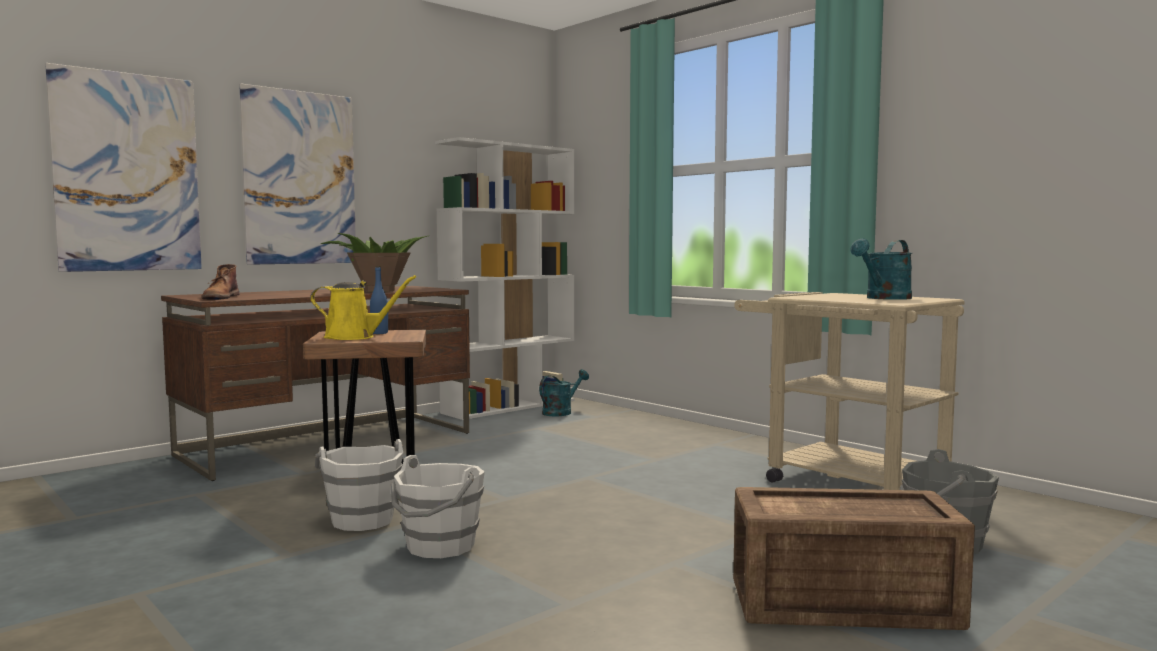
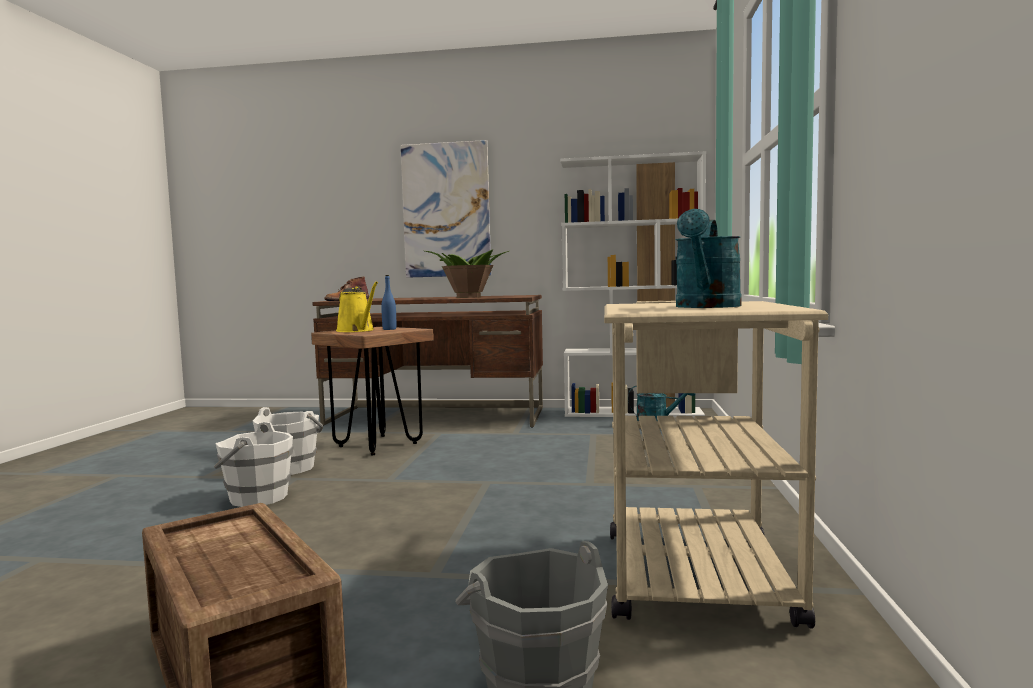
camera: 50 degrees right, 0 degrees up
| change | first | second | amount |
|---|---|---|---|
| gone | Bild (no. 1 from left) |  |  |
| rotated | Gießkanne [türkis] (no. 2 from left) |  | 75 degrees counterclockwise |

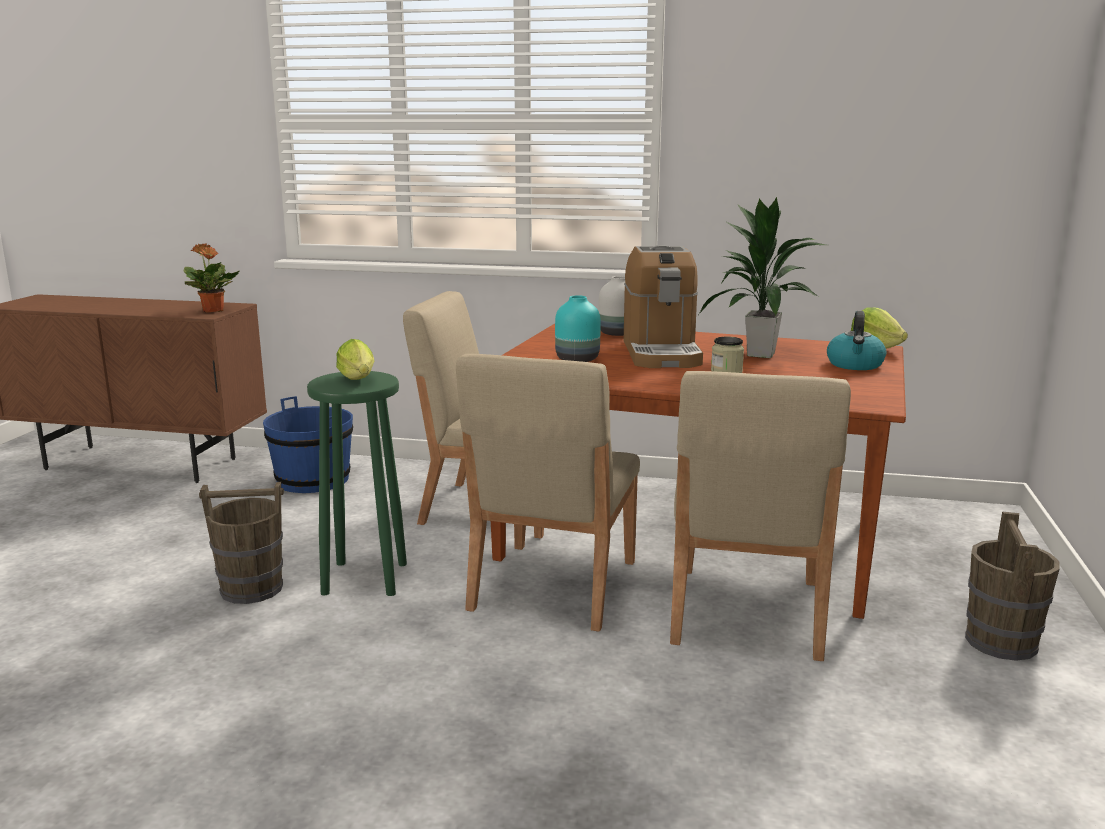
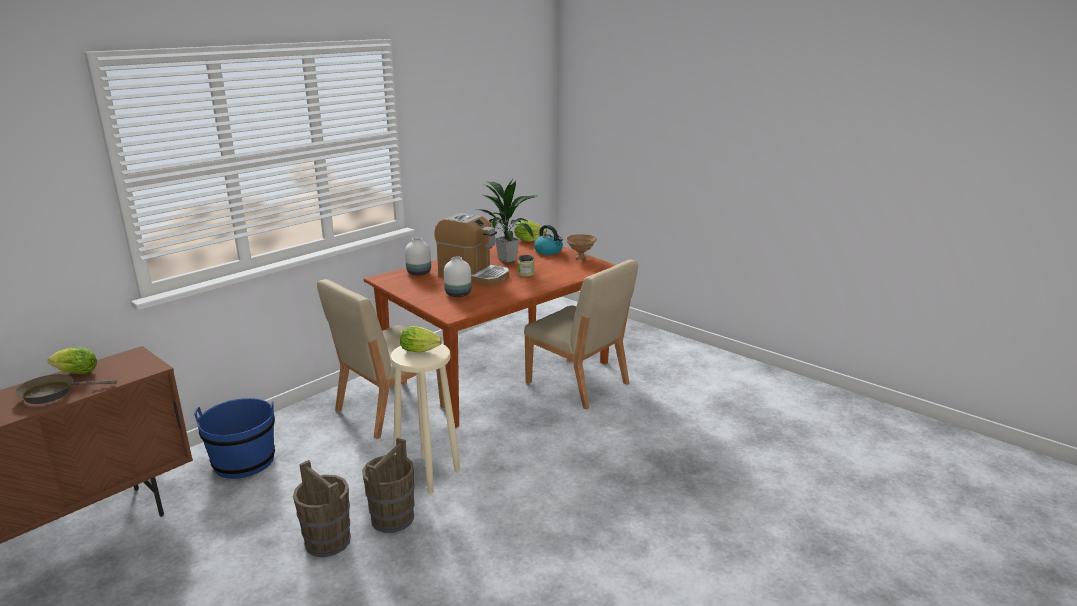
camera: 60 degrees left, 5 degrees up
| change | first | second | amount |
|---|---|---|---|
| gone | Topfpflanze (no. 1 from left) |  |  |
| gone | Stuhl [beige] (no. 2 from left) |  |  |
| new |  | Pfanne [braun] |  |
| new |  | Salatkopf (no. 1 from left) |  |
| new |  | Schüssel [braun] |  |
| shifted | Eimer [braun] (no. 2 from left in the first image) | Eimer [braun] (no. 1 from left) |  |
| repainted | Hocker [grün] | Hocker [beige] |  |
| repainted | Vase [türkis] | Vase [weiß] (no. 2 from left) |  |

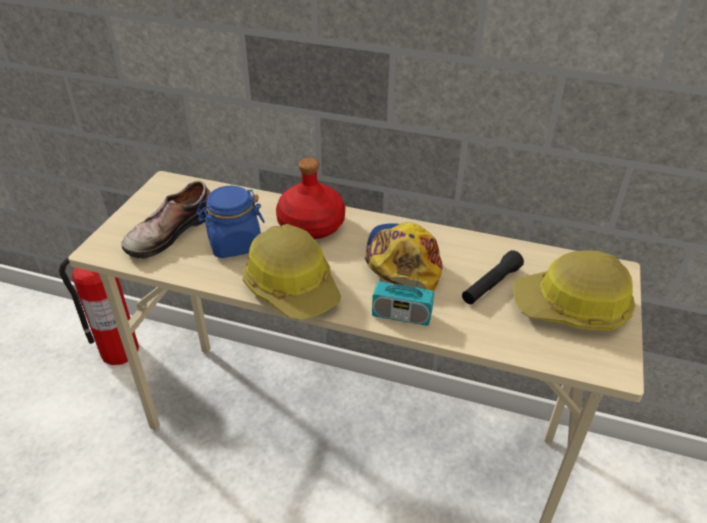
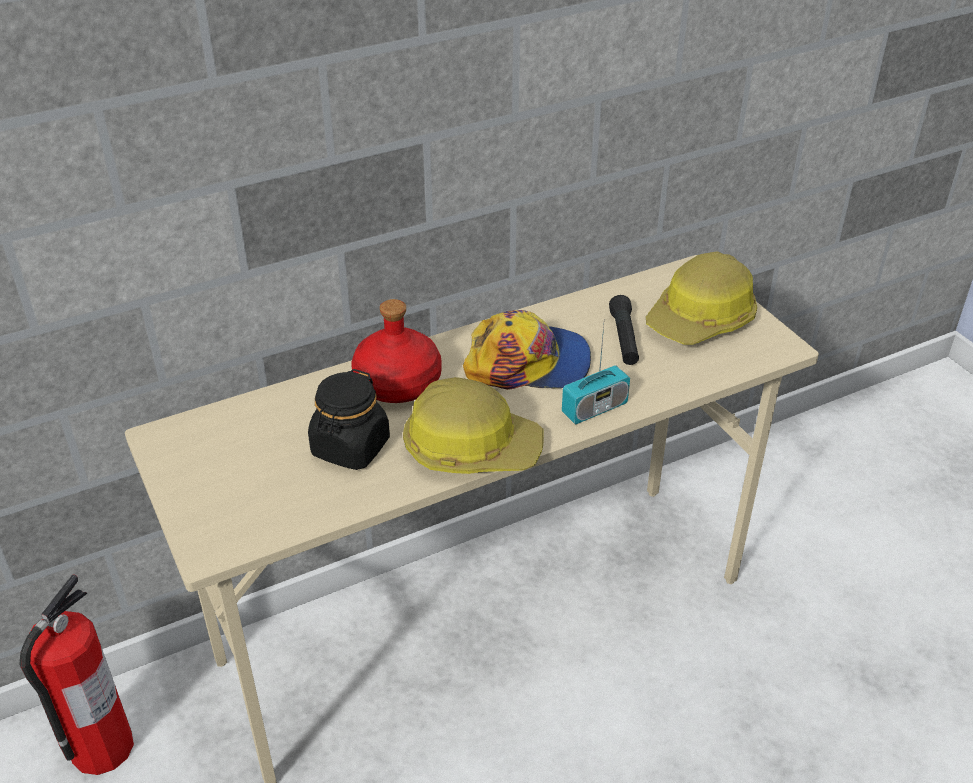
camera: 45 degrees left, 0 degrees up
| change | first | second | amount |
|---|---|---|---|
| gone | Schuh |  |  |
| repainted | Vorratsglas [blau] | Vorratsglas [schwarz] |  |
| rotated | Kappe |  | 135 degrees clockwise |

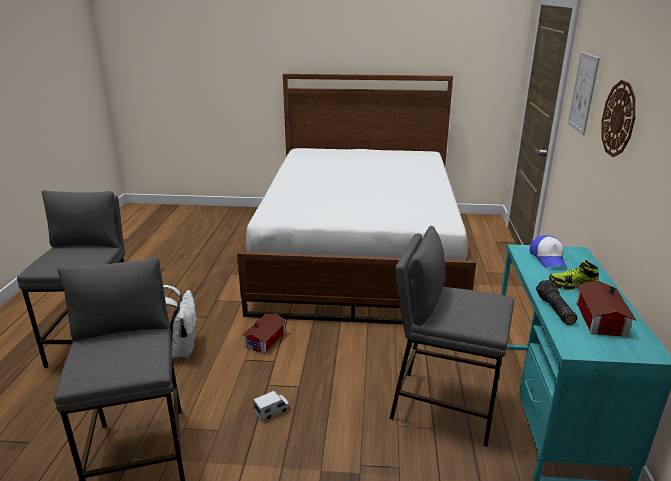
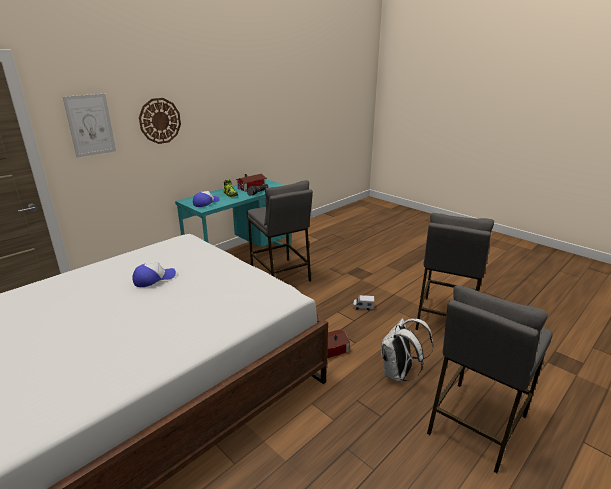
camera: 140 degrees left, 0 degrees up
| change | first | second | amount |
|---|---|---|---|
| new |  | Kappe (no. 1 from left) |  |

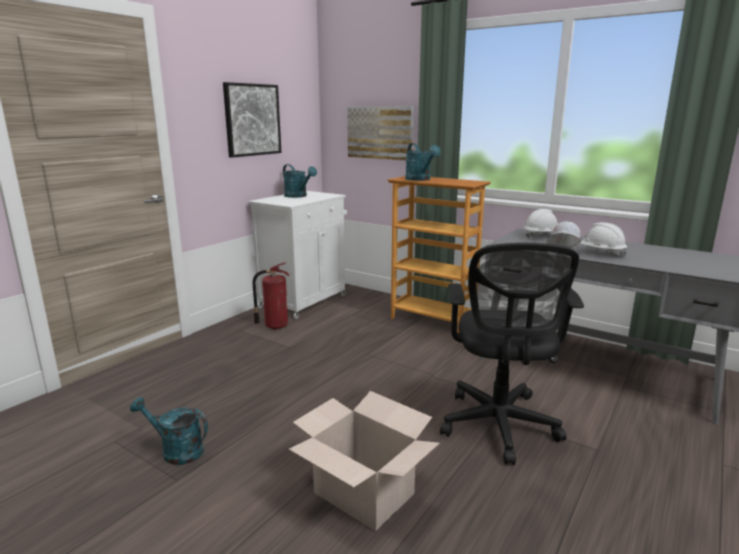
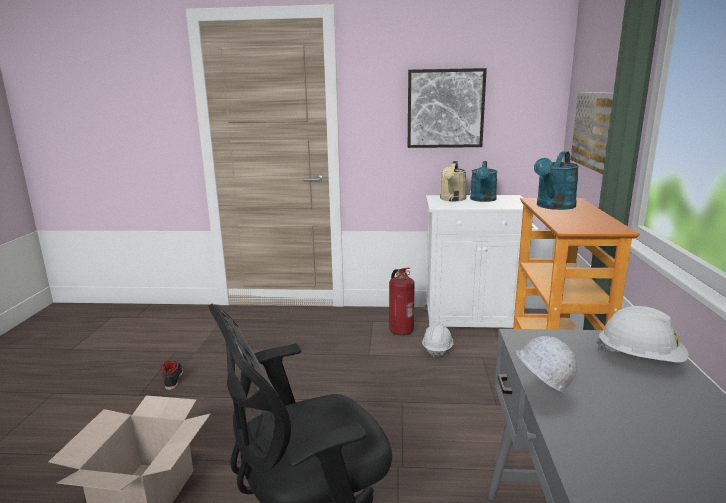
camera: 60 degrees right, 0 degrees up
| change | first | second | amount |
|---|---|---|---|
| new |  | Gießkanne [beige] |  |
| shifted | Schutzhelm [weiß] (no. 3 from left in the first image) | Schutzhelm [weiß] (no. 1 from left) |  |
| swapped | Gießkanne [türkis] (no. 1 from left) | Schuh [schwarz] |  |

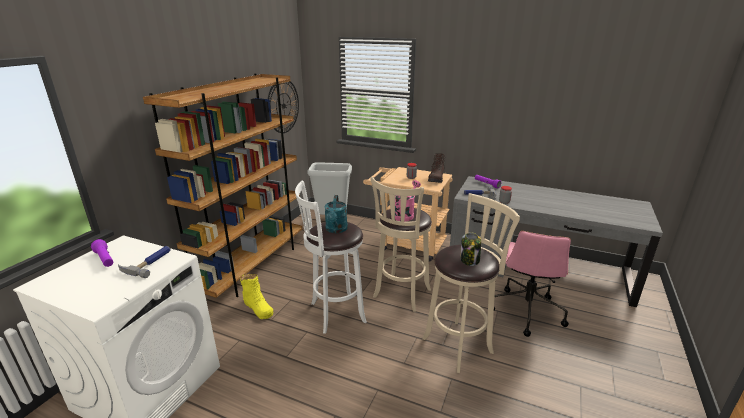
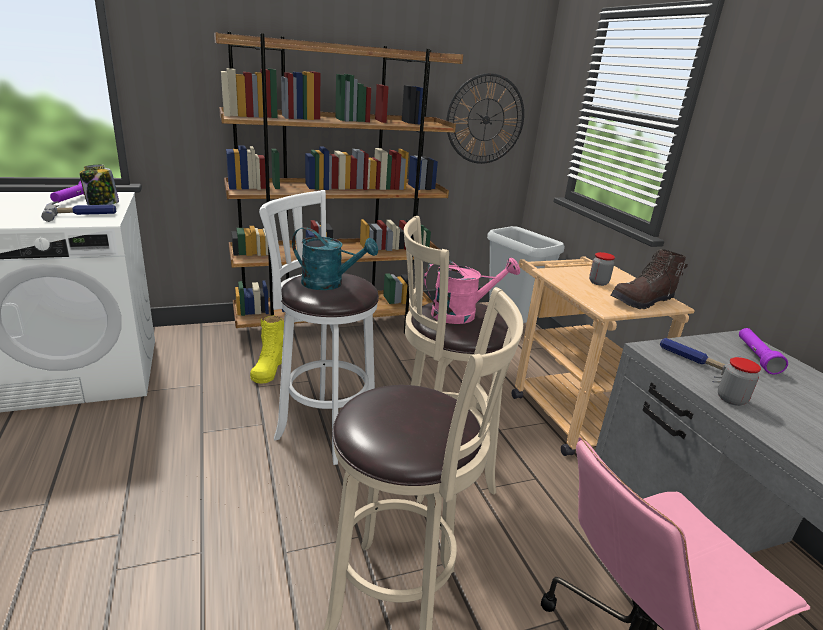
camera: 45 degrees right, 0 degrees up
| change | first | second | amount |
|---|---|---|---|
| shifted | Vorratsglas (no. 2 from left in the first image) | Vorratsglas (no. 1 from left) |  |
| rotated | Gießkanne [türkis] |  | 120 degrees counterclockwise |

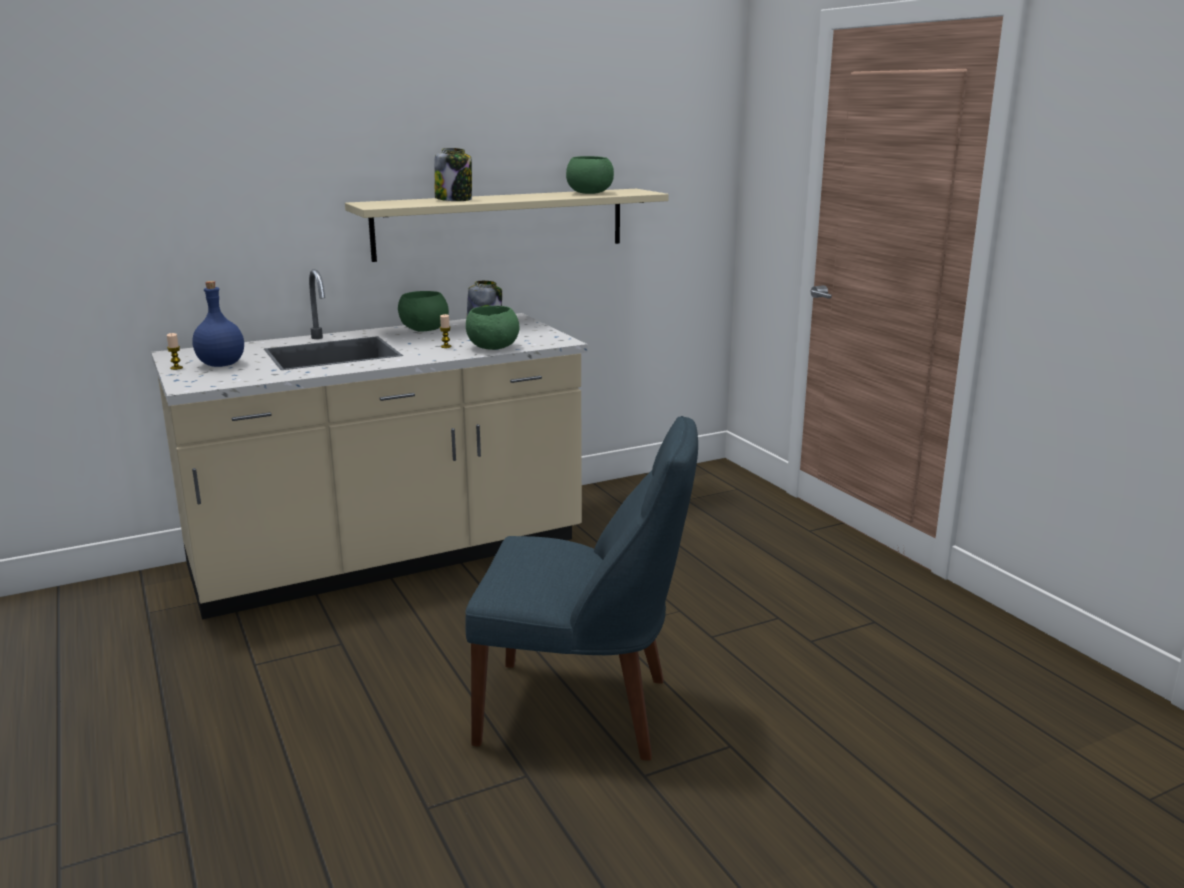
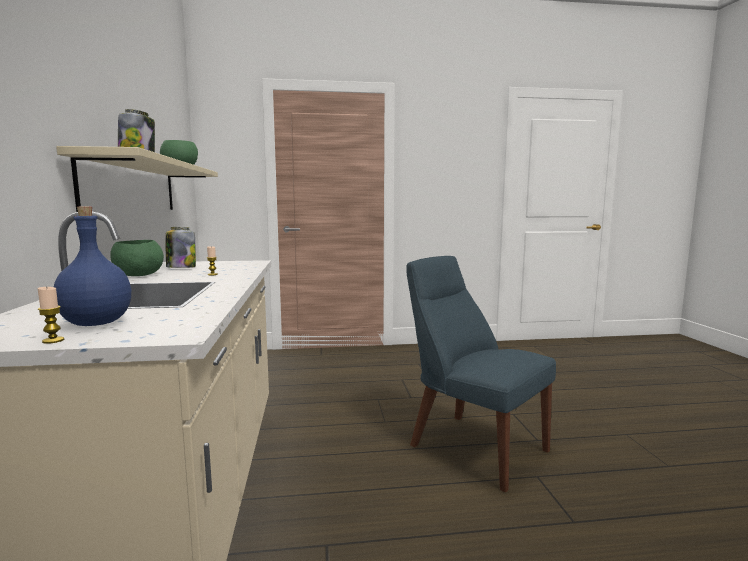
camera: 70 degrees left, 10 degrees down
| change | first | second | amount |
|---|---|---|---|
| gone | Schüssel [grün] (no. 2 from left) |  |  |
| rotated | Stuhl [blau] |  | 75 degrees counterclockwise |

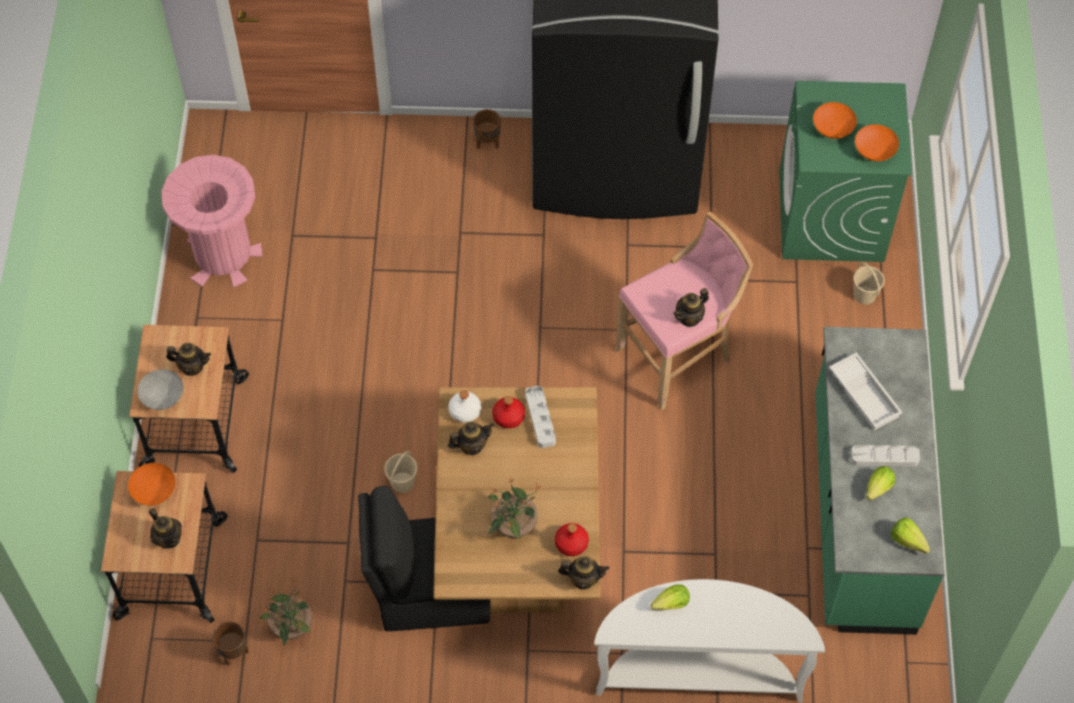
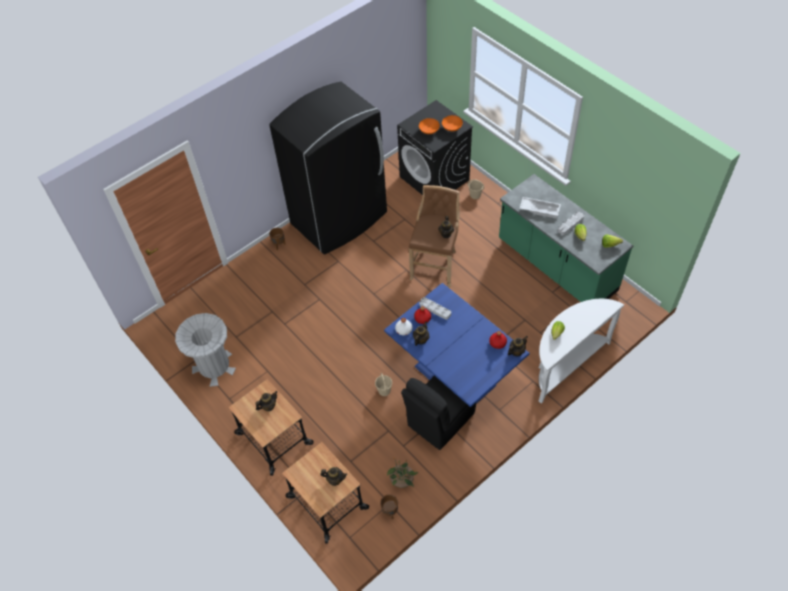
camera: 40 degrees left, 5 degrees down
| change | first | second | amount |
|---|---|---|---|
| gone | Schüssel [orange] (no. 1 from left) |  |  |
| gone | Schüssel [grau] |  |  |
| gone | Topfpflanze (no. 2 from left) |  |  |
| repainted | Mülleimer [rosa] | Mülleimer [grau] |  |
| repainted | Esstisch [braun] | Esstisch [blau] |  |
| repainted | Hocker [rosa] | Hocker [braun] |  |
| repainted | Waschmaschine [grün] | Waschmaschine [schwarz] |  |

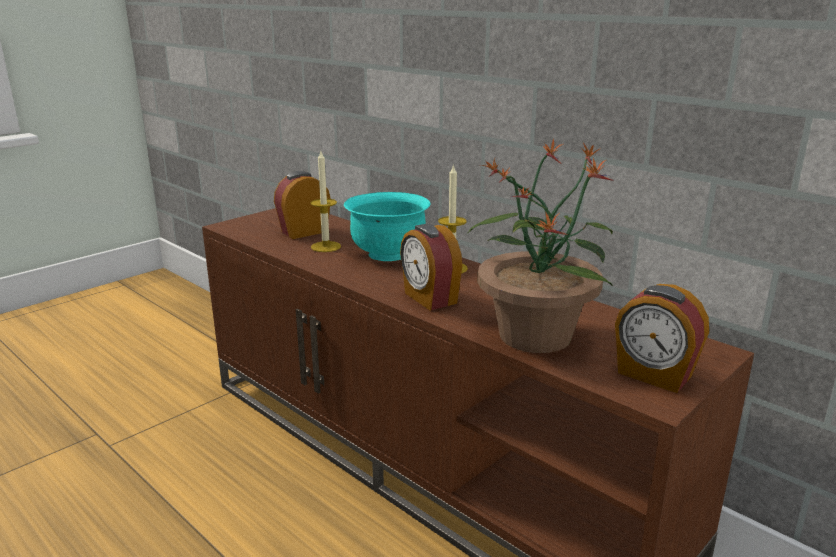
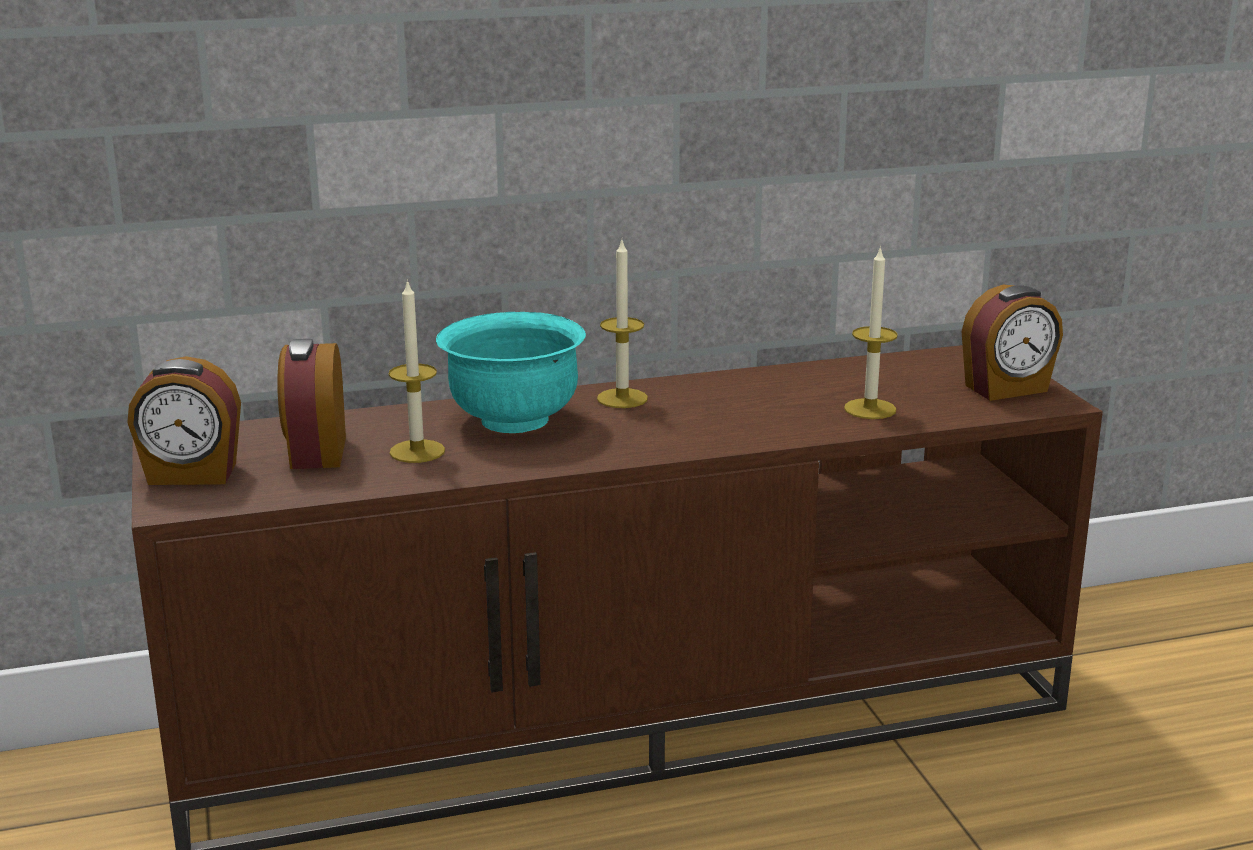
camera: 60 degrees left, 0 degrees up
| change | first | second | amount |
|---|---|---|---|
| shifted | Wecker (no. 2 from left in the first image) | Wecker (no. 1 from left) |  |
| swapped | Topfpflanze | Kerze (no. 3 from left) |  |

